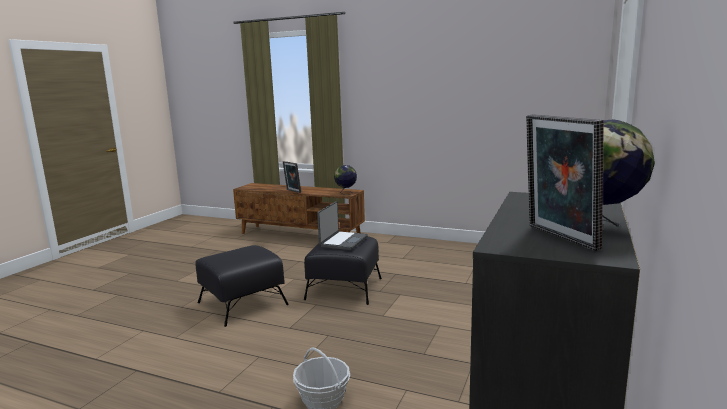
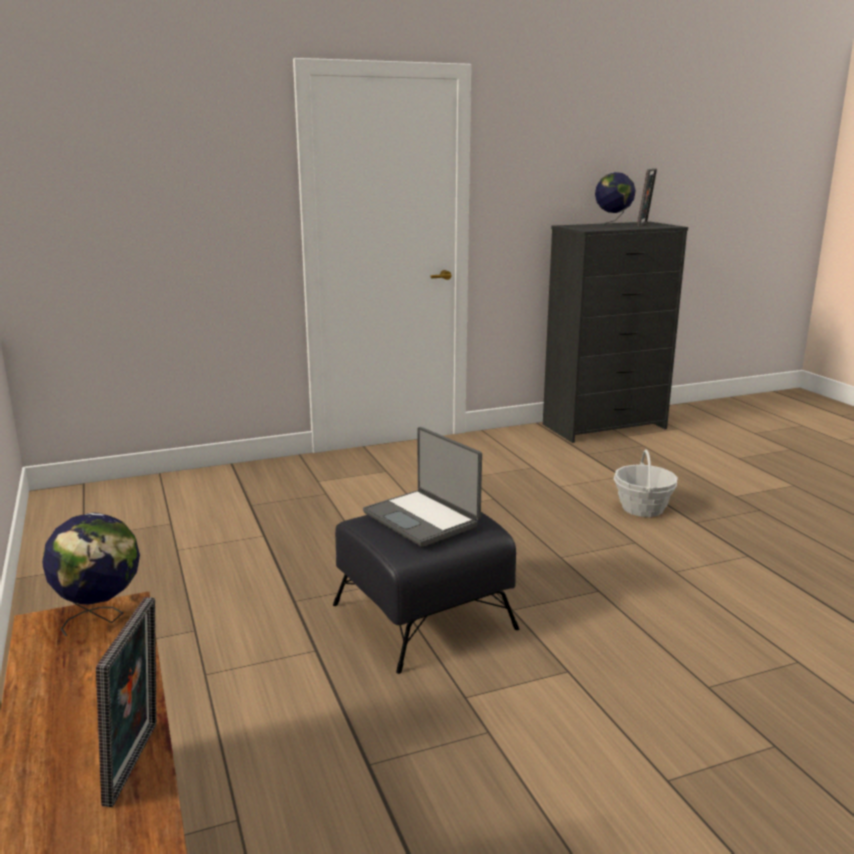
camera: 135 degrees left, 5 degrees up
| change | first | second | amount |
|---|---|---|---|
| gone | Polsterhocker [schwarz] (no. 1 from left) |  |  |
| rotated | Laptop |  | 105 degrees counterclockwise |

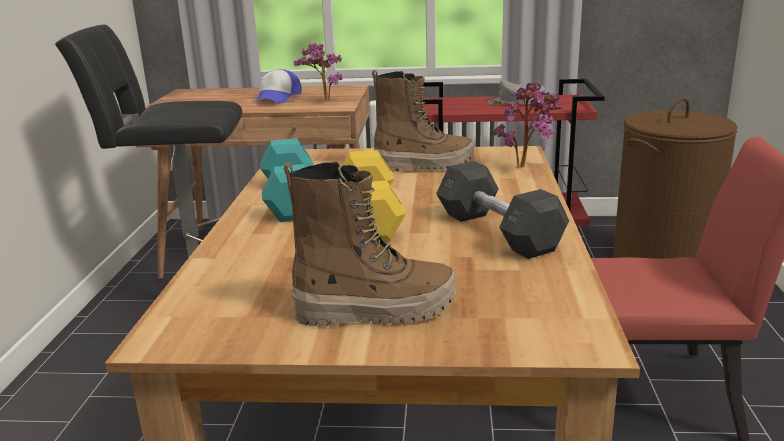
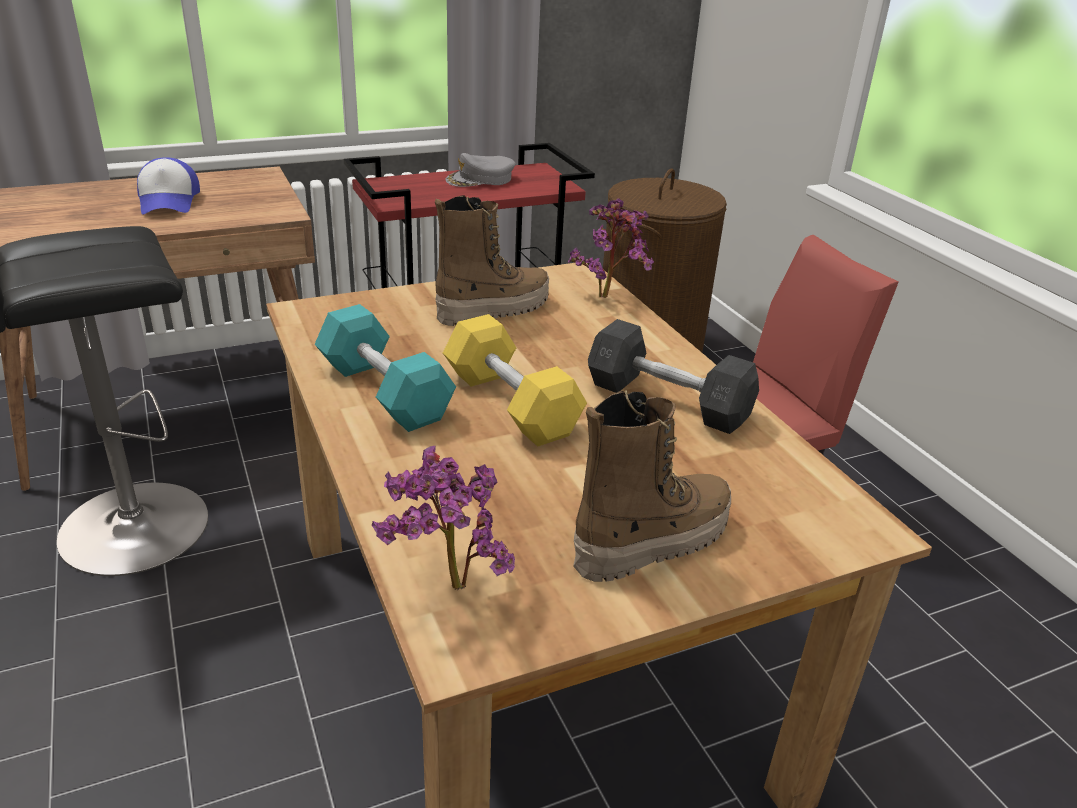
camera: 30 degrees left, 10 degrees up
| change | first | second | amount |
|---|---|---|---|
| shifted | Topfpflanze (no. 1 from left) |  |  |

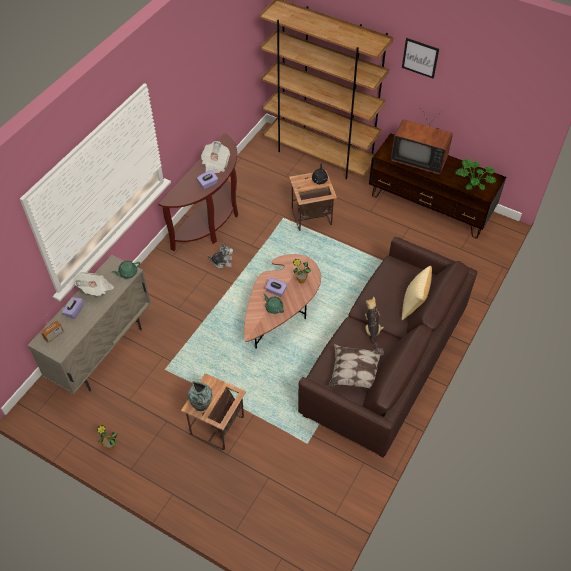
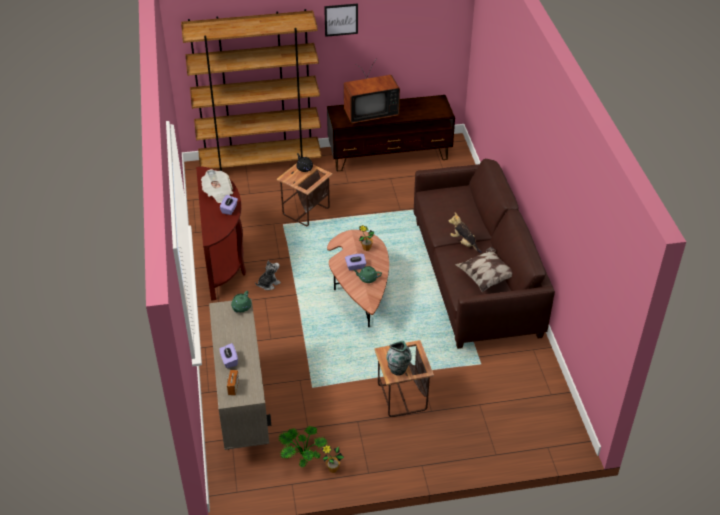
camera: 40 degrees left, 10 degrees down
| change | first | second | amount |
|---|---|---|---|
| gone | Zeitung (no. 1 from left) |  |  |
| gone | Kissen (no. 2 from left) |  |  |
| shifted | Topfpflanze (no. 3 from left in the first image) | Topfpflanze (no. 1 from left) |  |

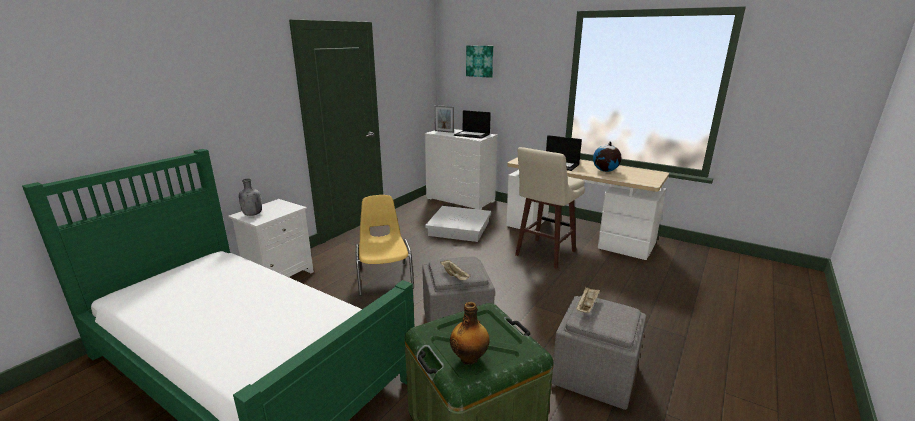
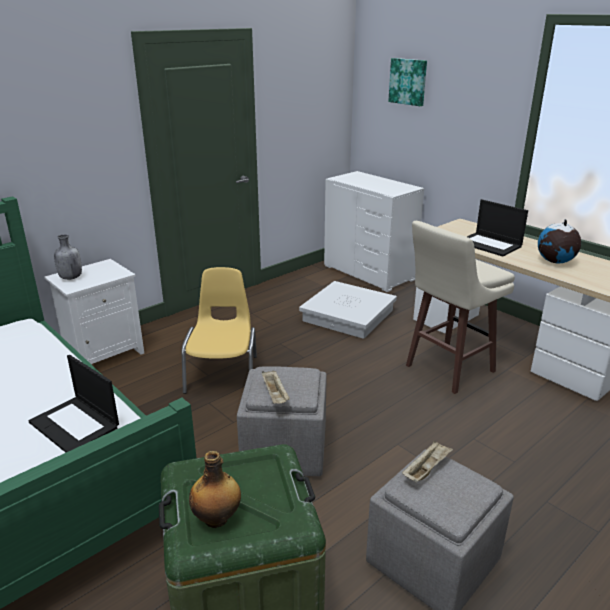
camera: 15 degrees right, 5 degrees up
| change | first | second | amount |
|---|---|---|---|
| gone | Bilderrahmen |  |  |
| shifted | Laptop (no. 1 from left) |  |  |

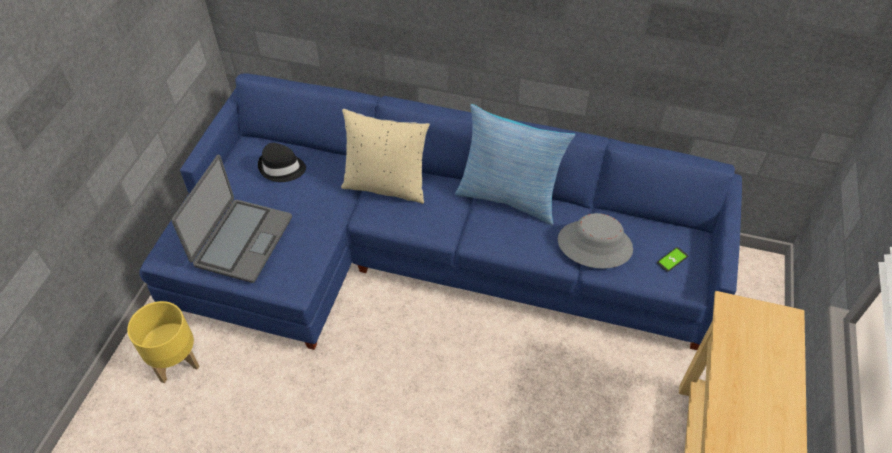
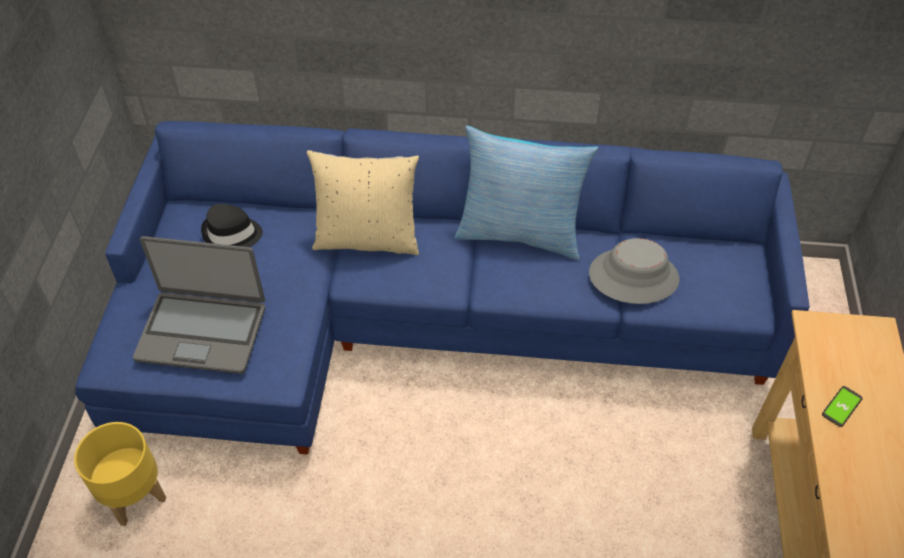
camera: 10 degrees left, 0 degrees up
| change | first | second | amount |
|---|---|---|---|
| shifted | Handy |  |  |
| rotated | Laptop |  | 90 degrees clockwise |

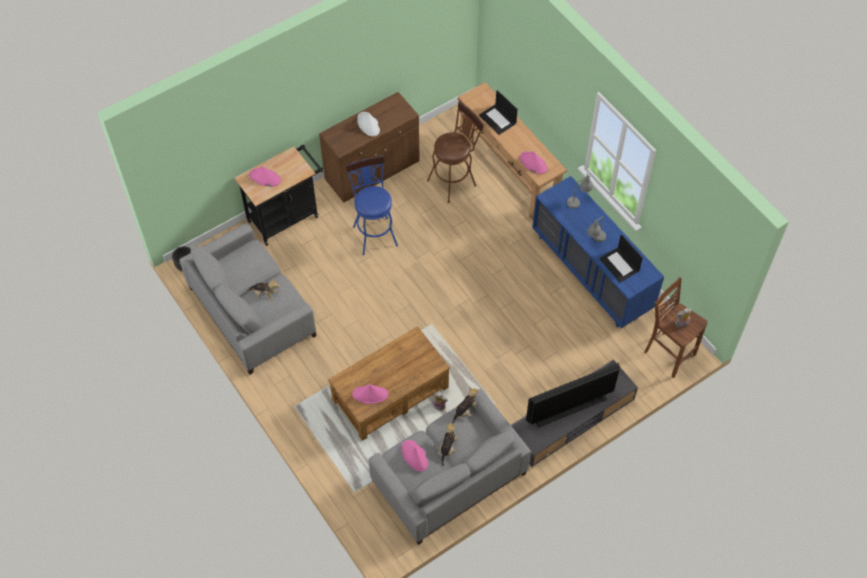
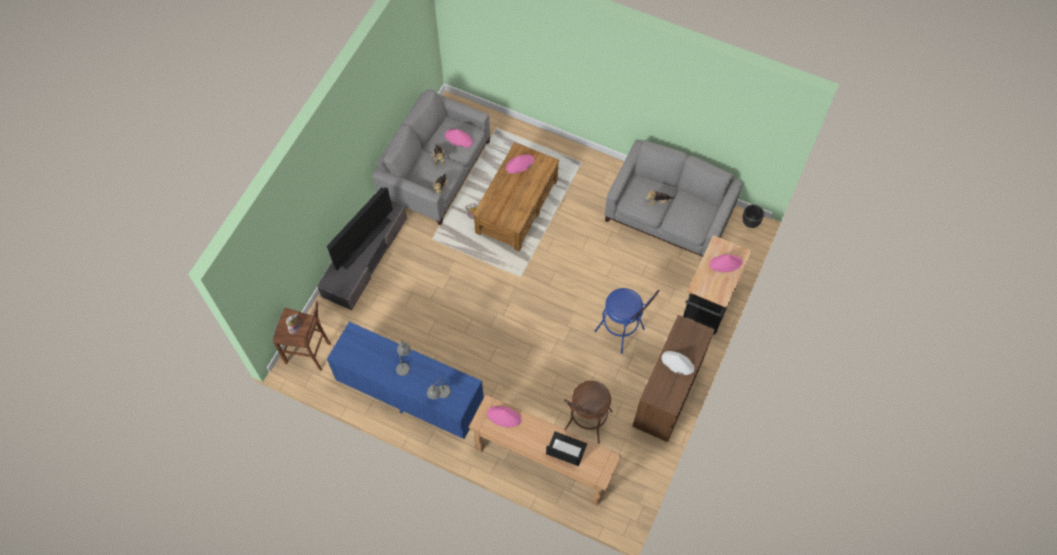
camera: 150 degrees right, 5 degrees up
| change | first | second | amount |
|---|---|---|---|
| gone | Laptop (no. 2 from left) |  |  |

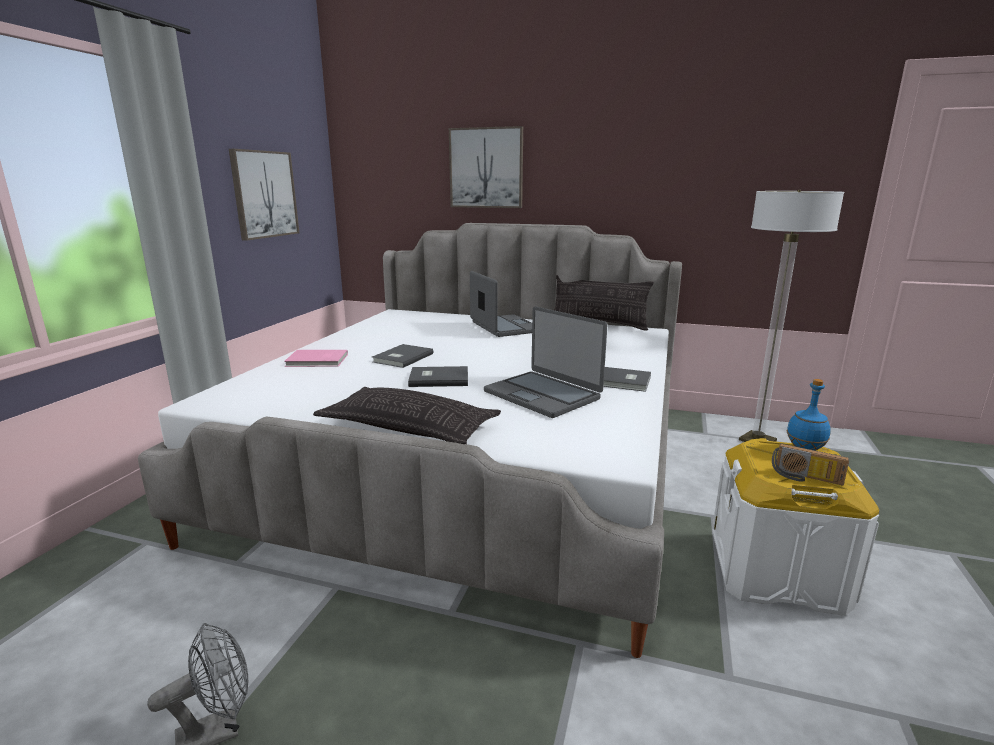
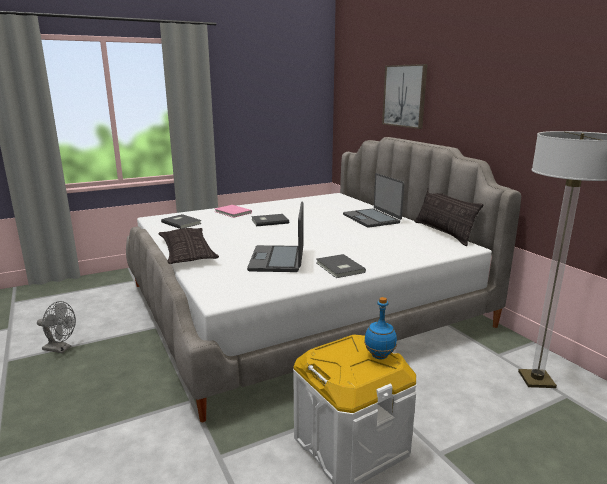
camera: 45 degrees right, 0 degrees up
| change | first | second | amount |
|---|---|---|---|
| gone | Bild (no. 1 from left) |  |  |
| gone | Radio |  |  |
| shifted | Buch [grau] (no. 2 from left in the first image) | Buch [grau] (no. 1 from left) |  |
| rotated | Laptop (no. 1 from left in the first image) | Laptop (no. 2 from left) | 135 degrees clockwise |

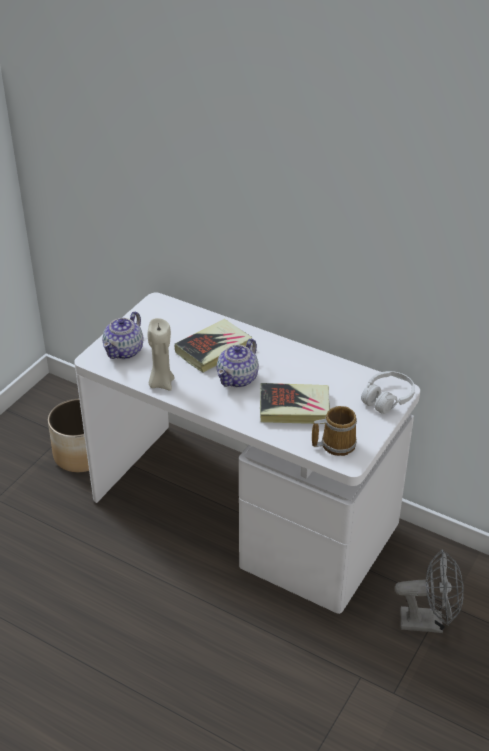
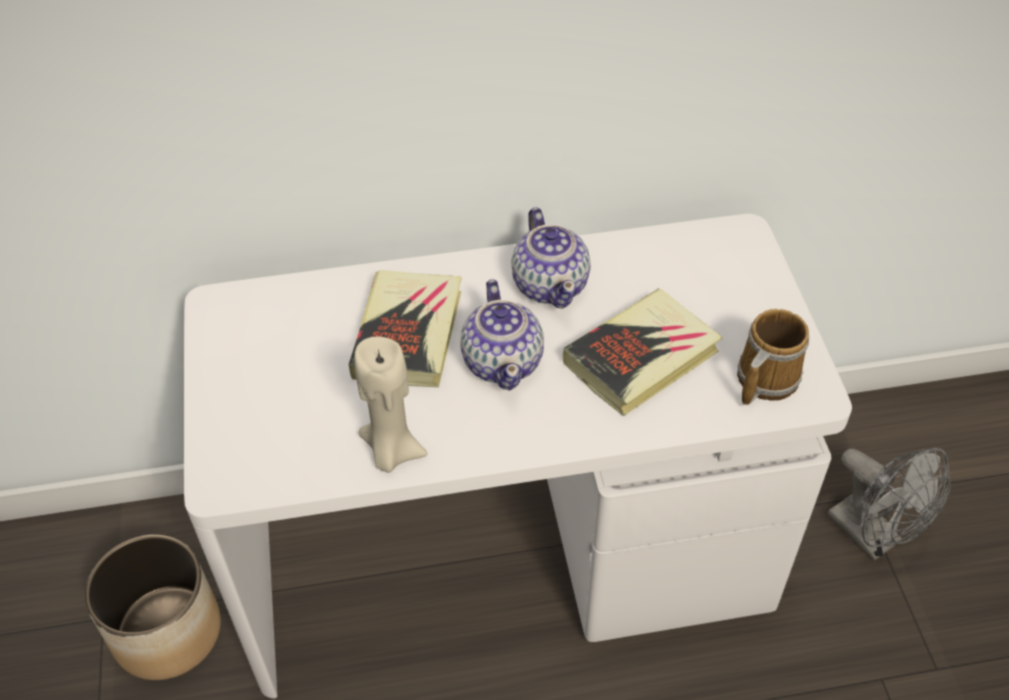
camera: 40 degrees left, 10 degrees up
| change | first | second | amount |
|---|---|---|---|
| gone | Kopfhörer [weiß] |  |  |
| shifted | Teekanne (no. 1 from left in the first image) | Teekanne (no. 2 from left) |  |
| rotated | Ventilator [grau] |  | 90 degrees clockwise |

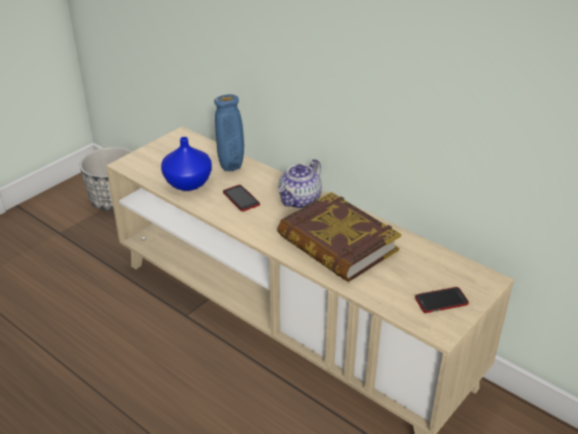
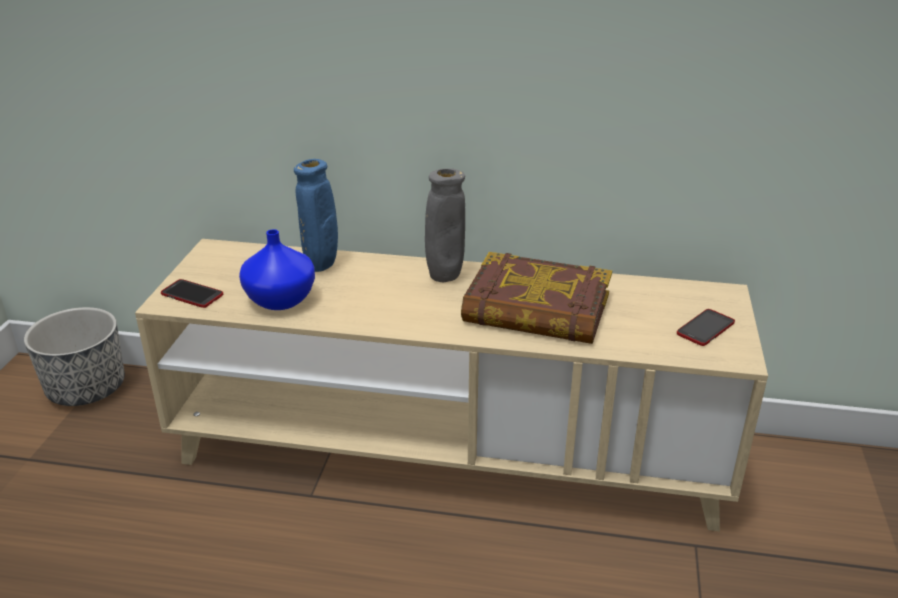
camera: 30 degrees left, 5 degrees down
| change | first | second | amount |
|---|---|---|---|
| shifted | Handy (no. 1 from left) |  |  |
| swapped | Teekanne | Vase [grau] |  |

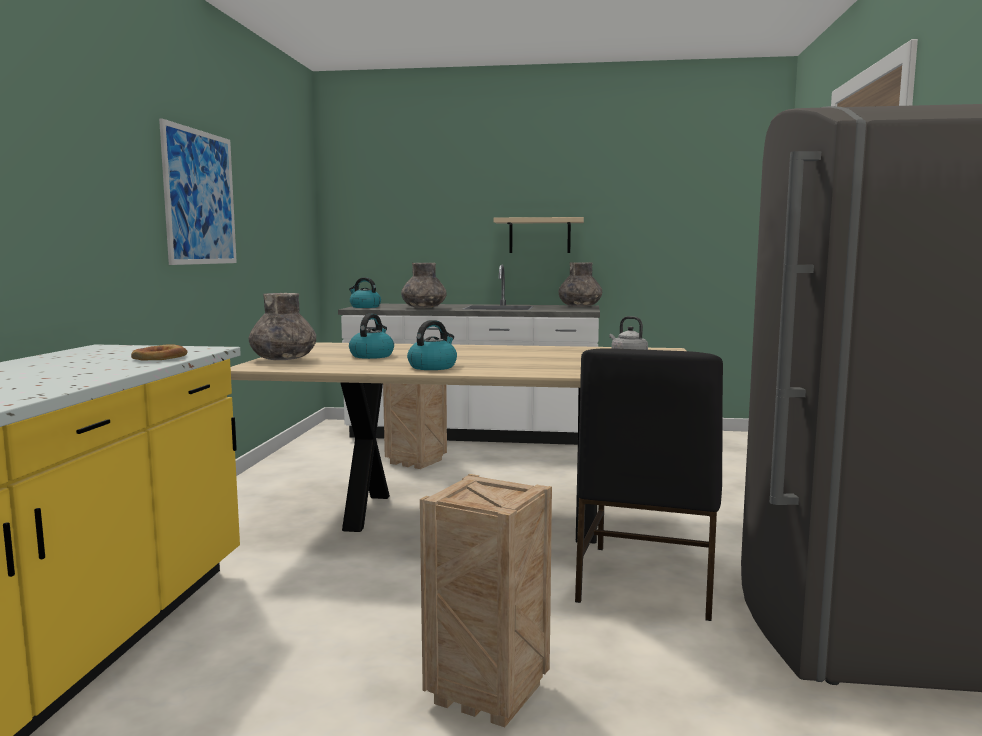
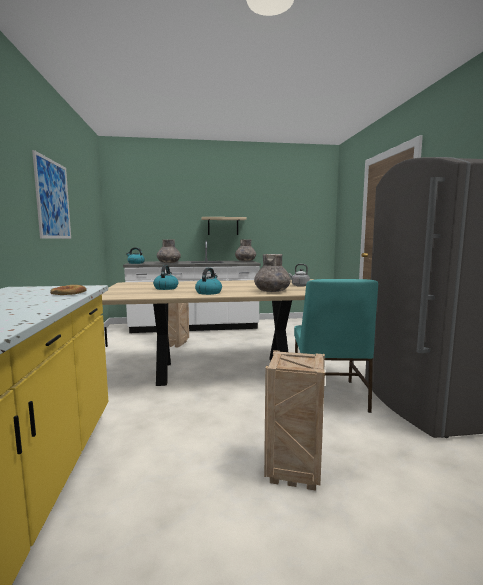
camera: 15 degrees left, 0 degrees up
| change | first | second | amount |
|---|---|---|---|
| shifted | Vase [grau] (no. 1 from left in the first image) | Vase [grau] (no. 3 from left) |  |
| repainted | Stuhl [schwarz] | Stuhl [türkis] |  |

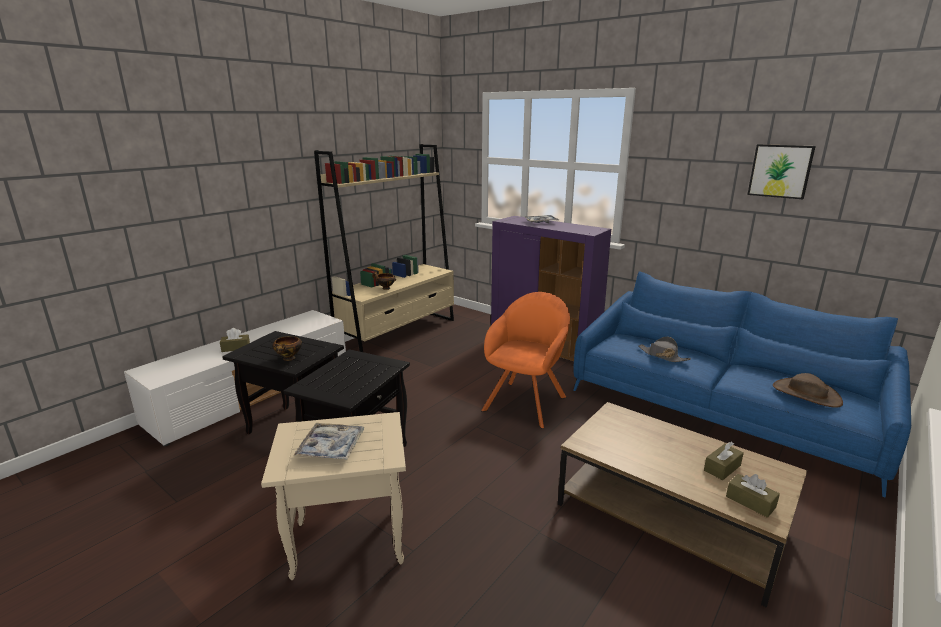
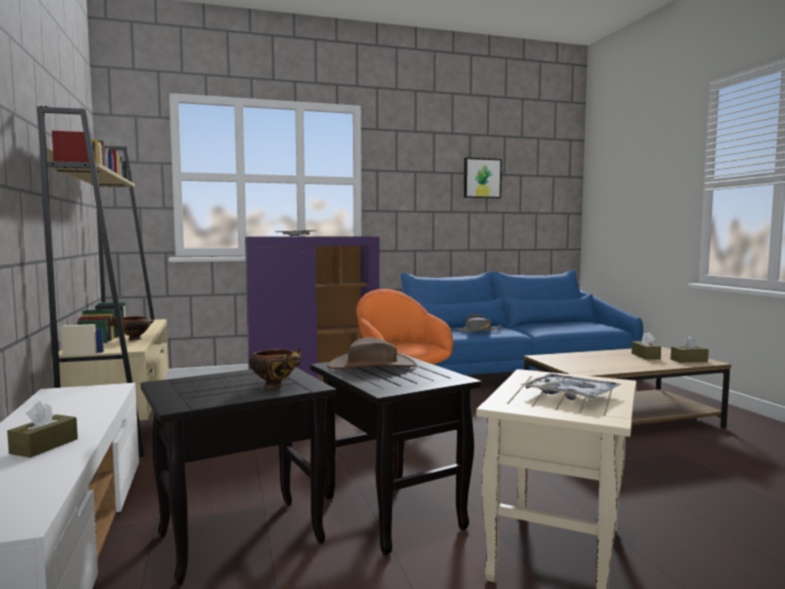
camera: 55 degrees left, 15 degrees down
| change | first | second | amount |
|---|---|---|---|
| shifted | Hut [braun] |  |  |

